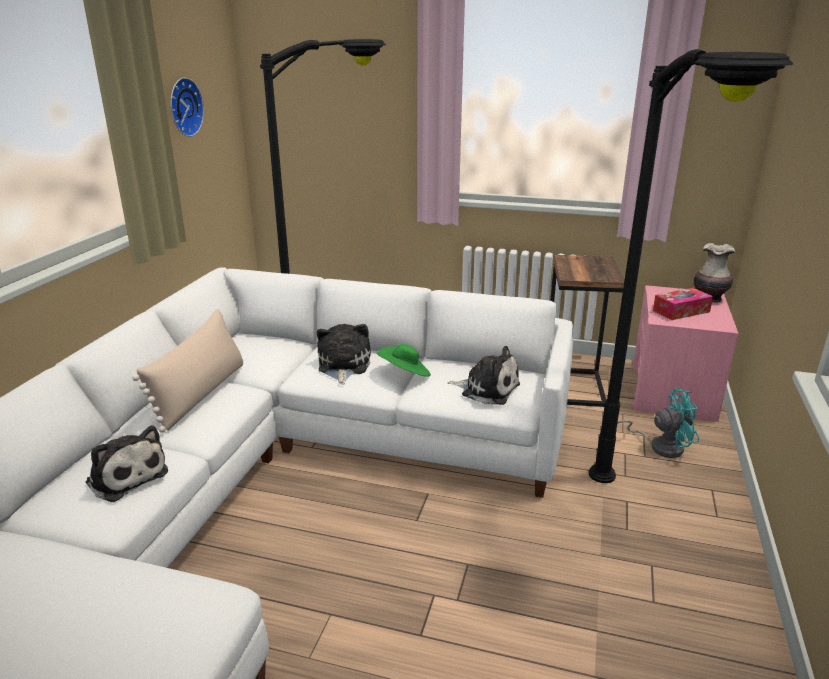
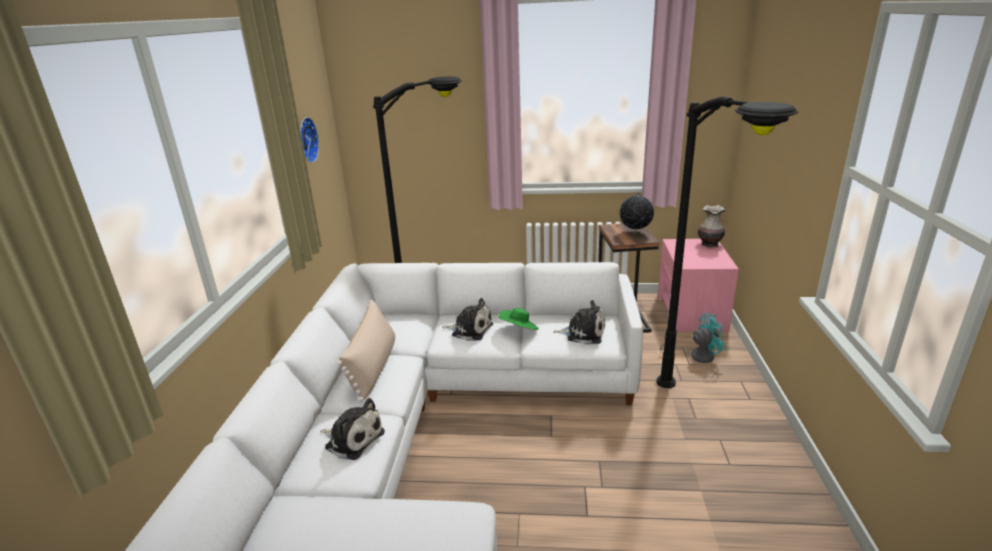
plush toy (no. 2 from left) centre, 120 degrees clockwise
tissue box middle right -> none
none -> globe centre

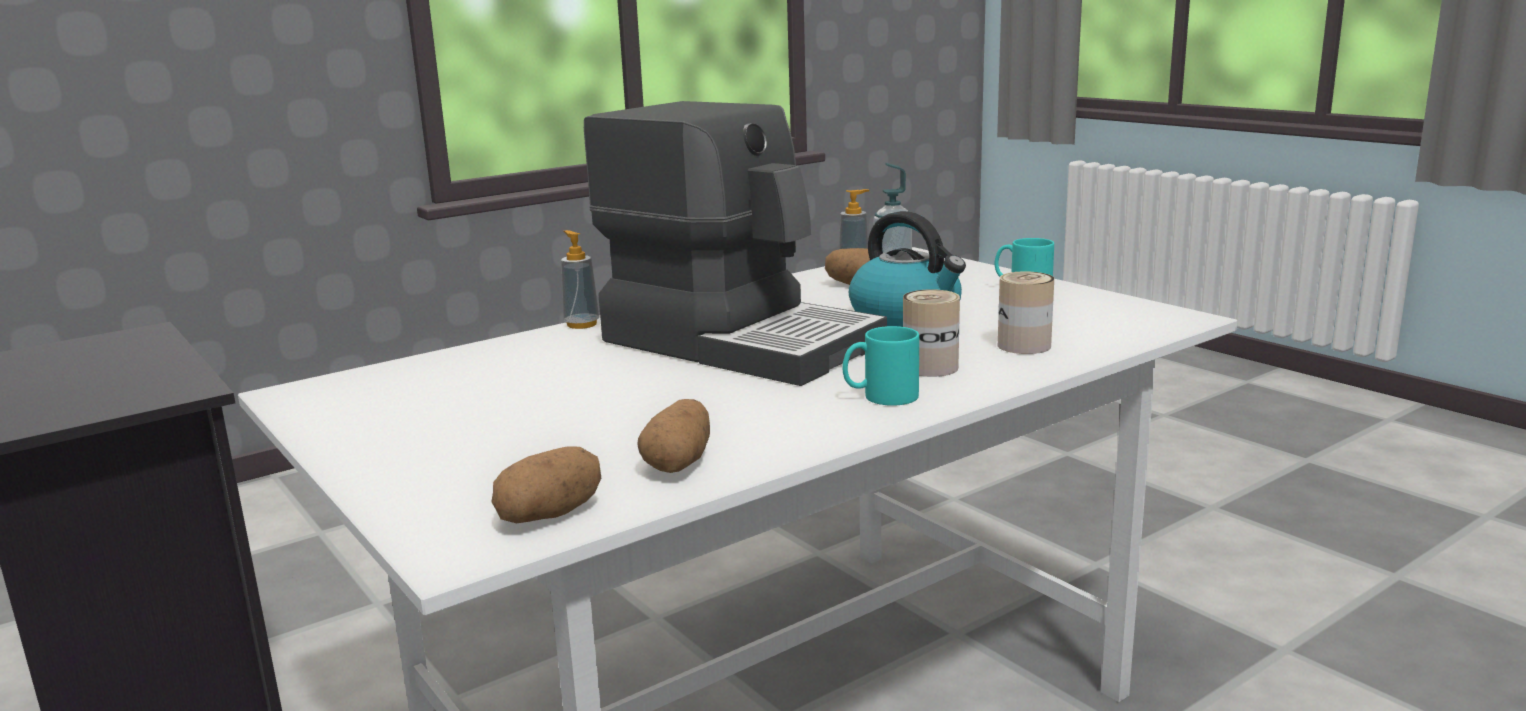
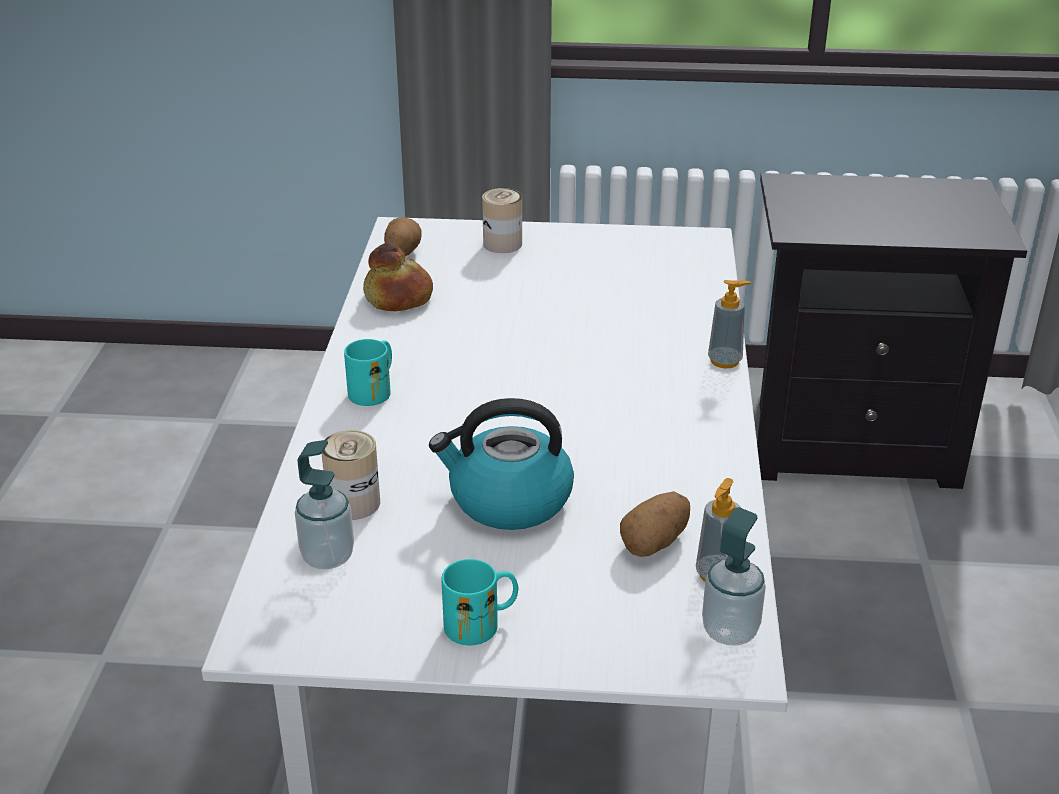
coffee machine centre -> none
potato (no. 2 from left) centre -> bread centre
can (no. 1 from left in the first image) centre -> can (no. 2 from left) top centre, shifted
none -> soap dispenser (no. 1 from left) middle left

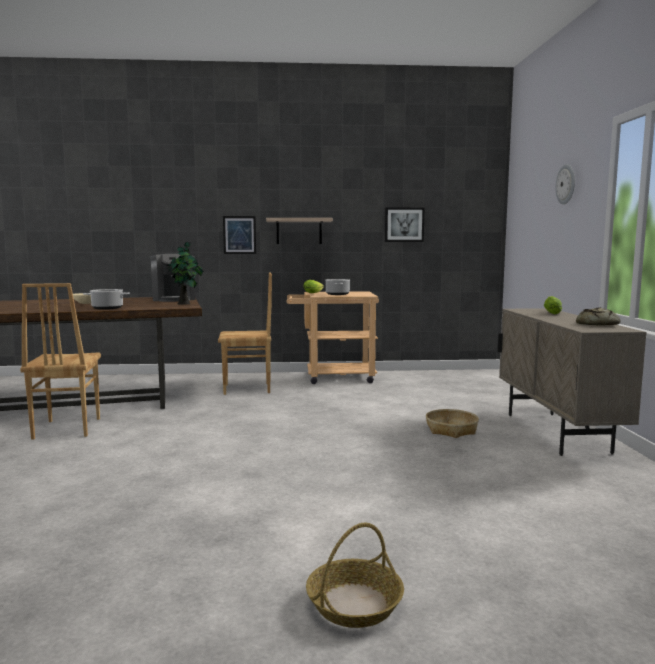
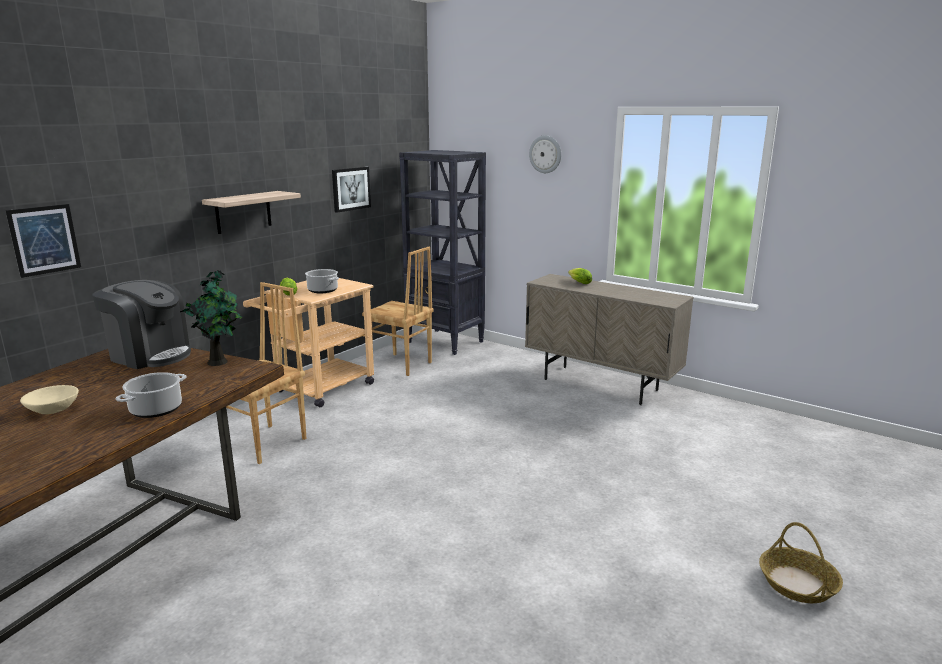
brown chair (no. 1 from left in the first image) middle left -> brown chair (no. 2 from left) centre, shifted
picture (no. 1 from left) centre -> picture (no. 1 from left) middle left, shifted
basket (no. 2 from left) middle right -> none
bread middle right -> none
none -> black bookcase centre

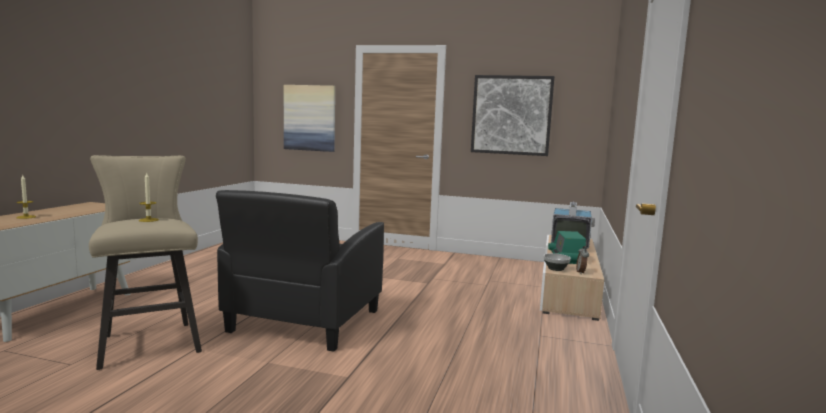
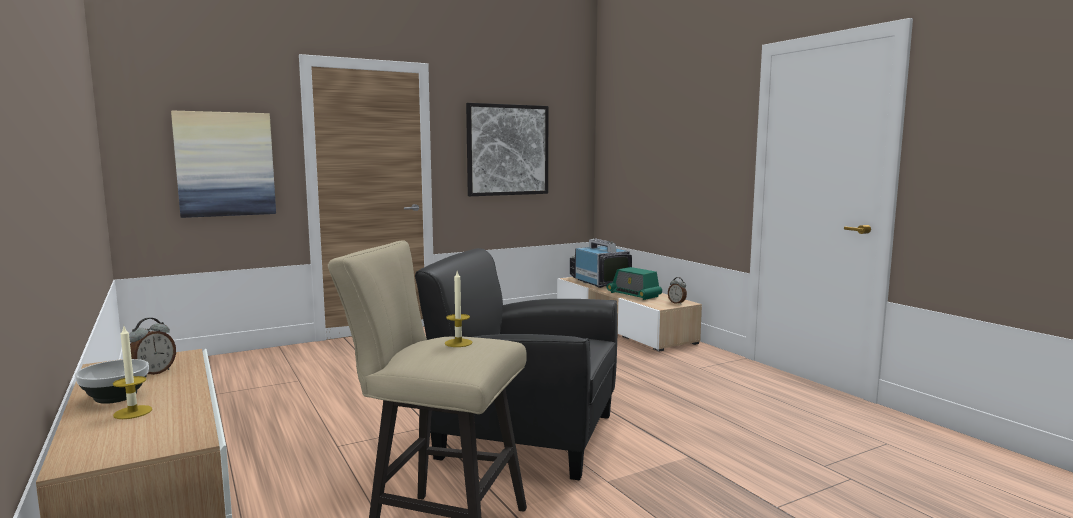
black armchair centre -> black armchair bottom centre, 135 degrees clockwise
bowl middle right -> bowl bottom left, shifted
none -> alarm clock (no. 1 from left) bottom left

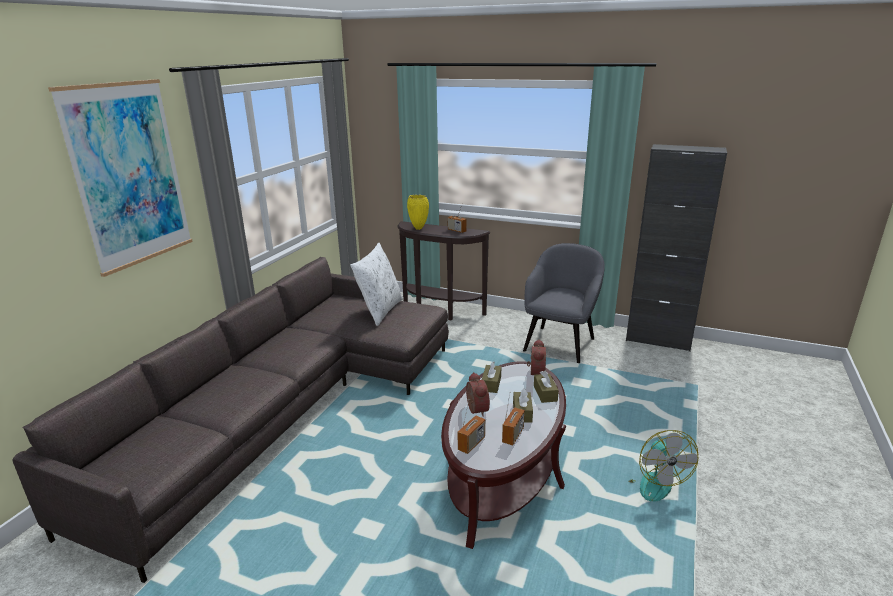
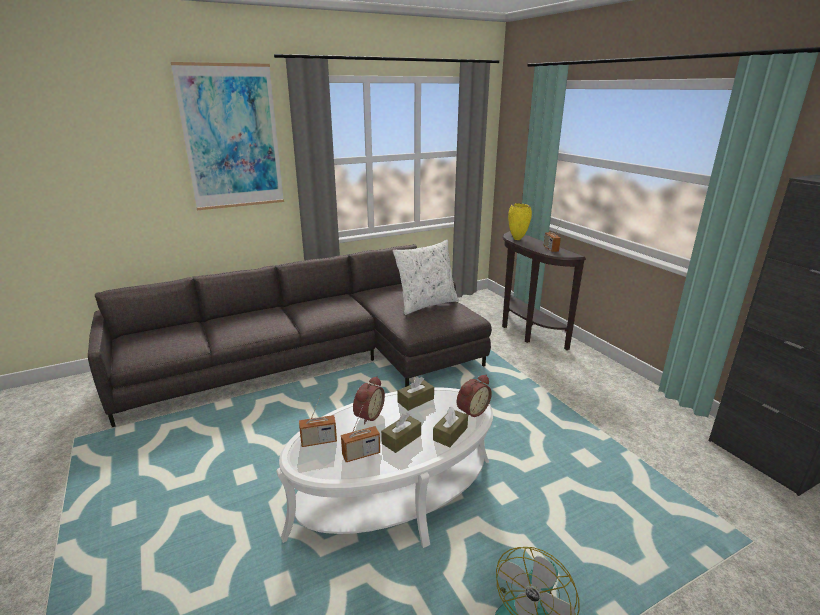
brown coffee table bottom centre -> white coffee table bottom centre
grey armchair centre -> none

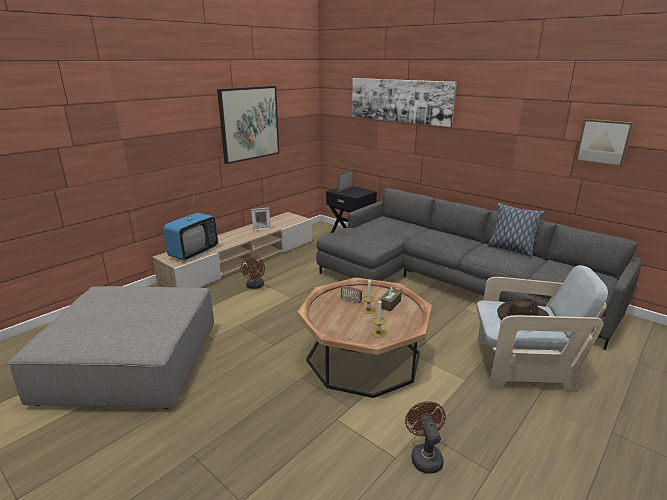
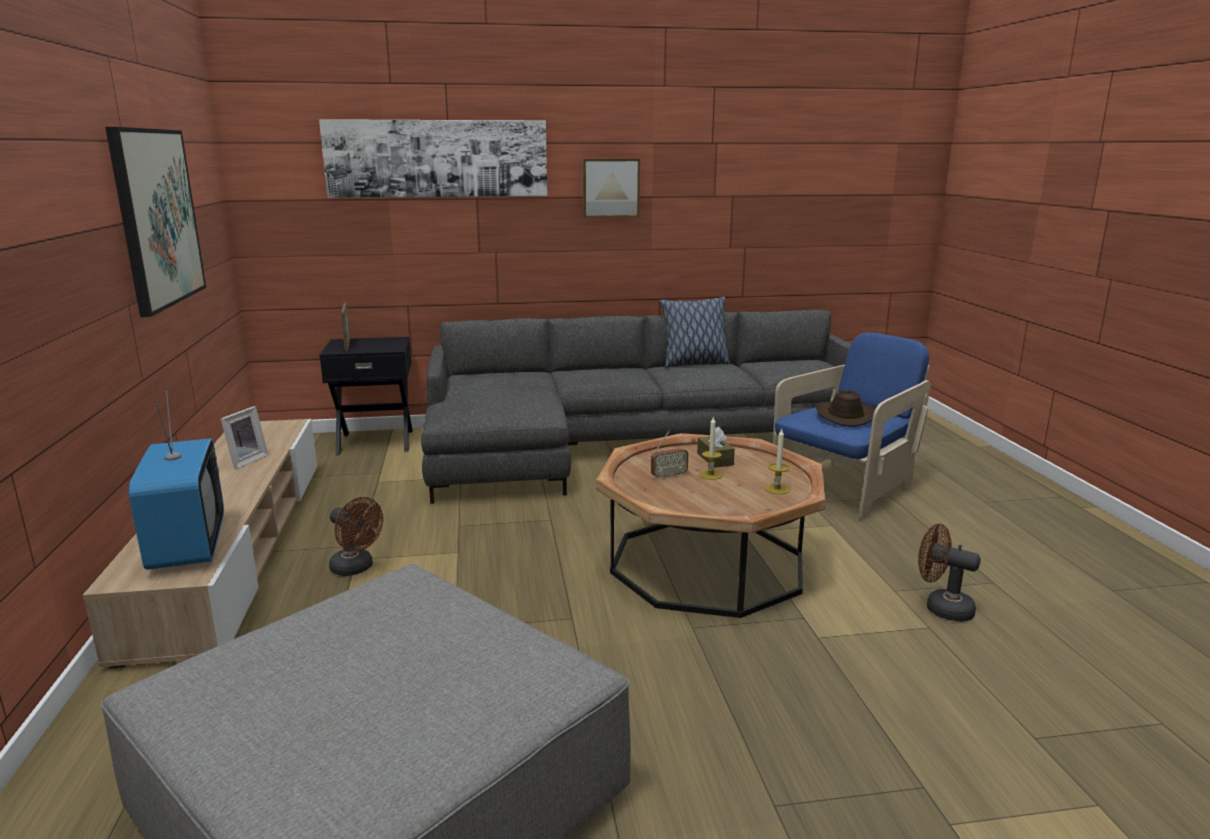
beige armchair middle right -> blue armchair middle right
picture (no. 3 from left) top right -> picture (no. 3 from left) top centre, shifted

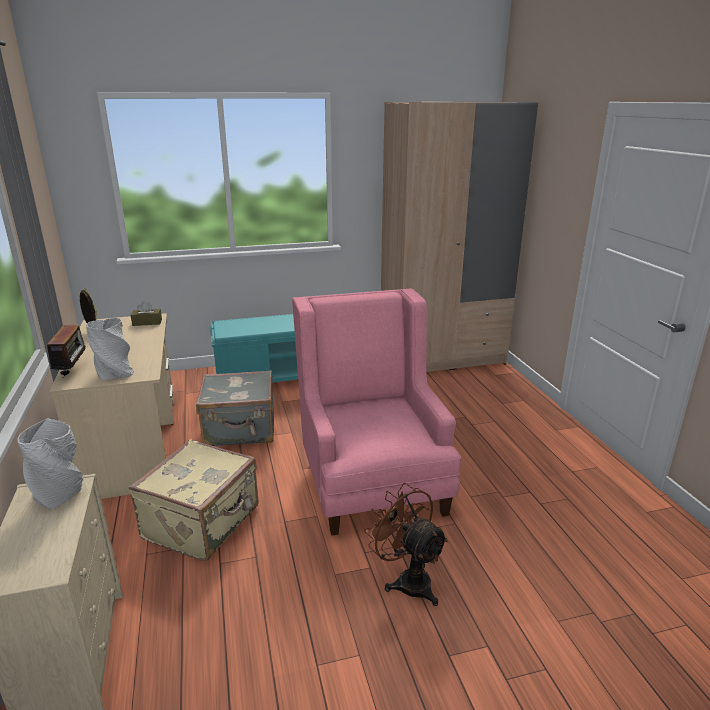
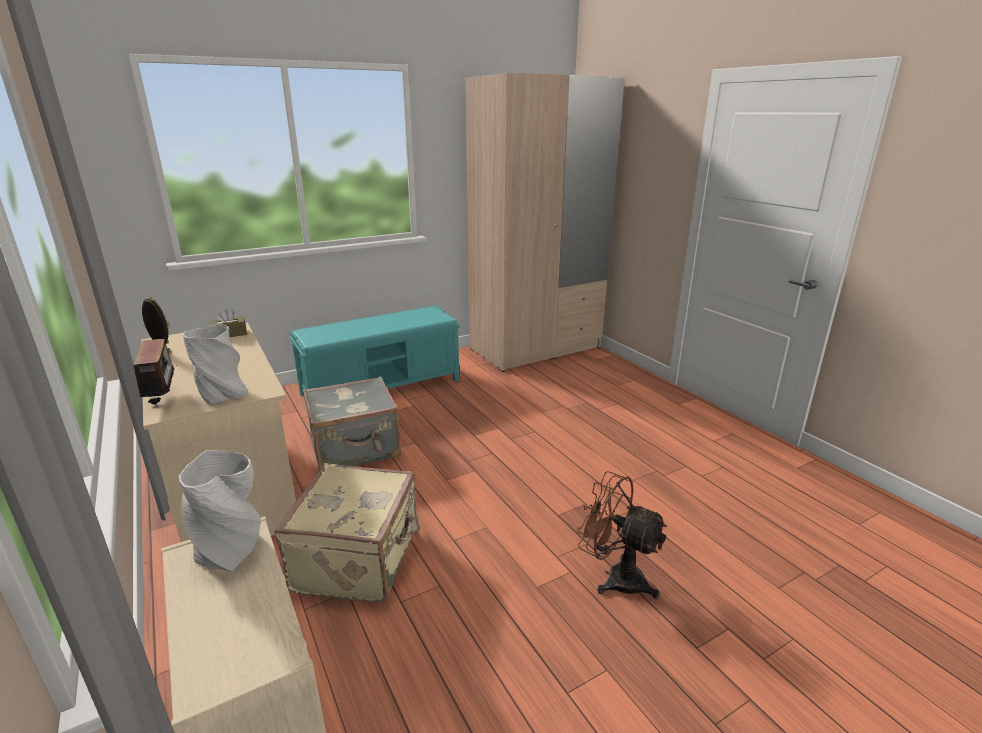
pink armchair centre -> none

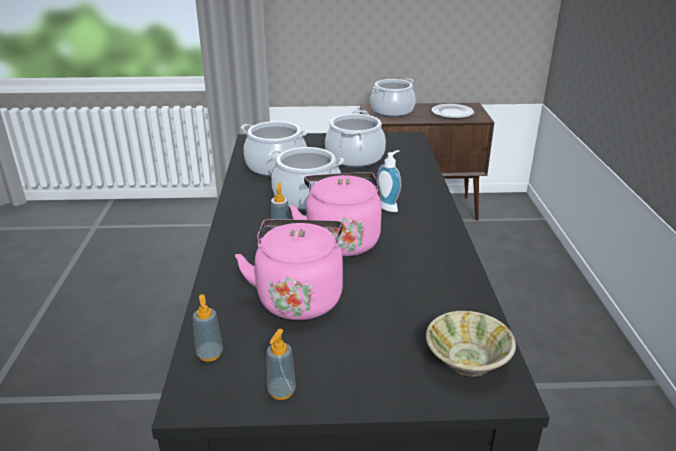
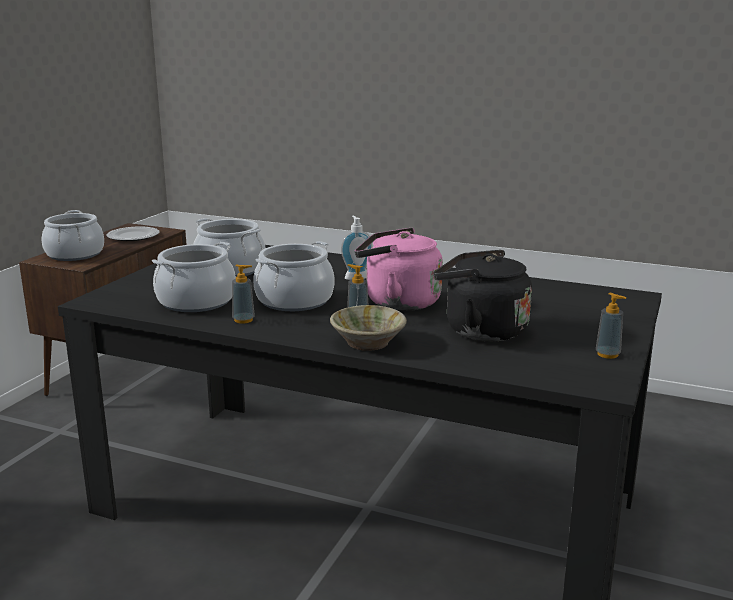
soap dispenser (no. 1 from left) bottom left -> soap dispenser (no. 1 from left) middle left, shifted
pink kettle (no. 1 from left) centre -> black kettle centre
beige bowl bottom right -> beige bowl centre, shifted

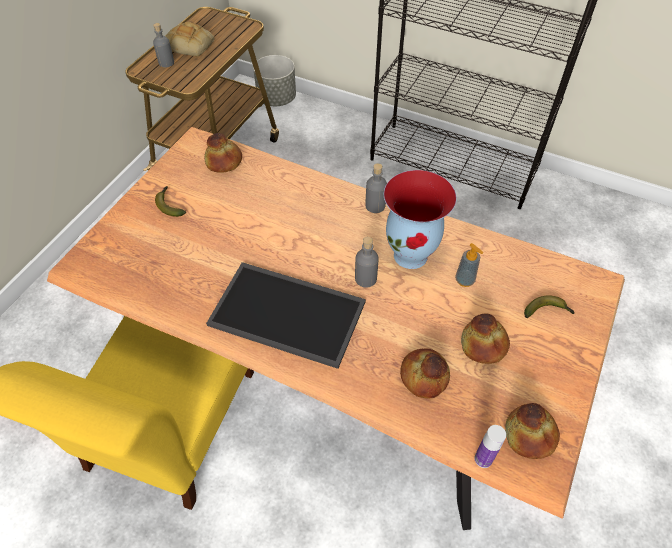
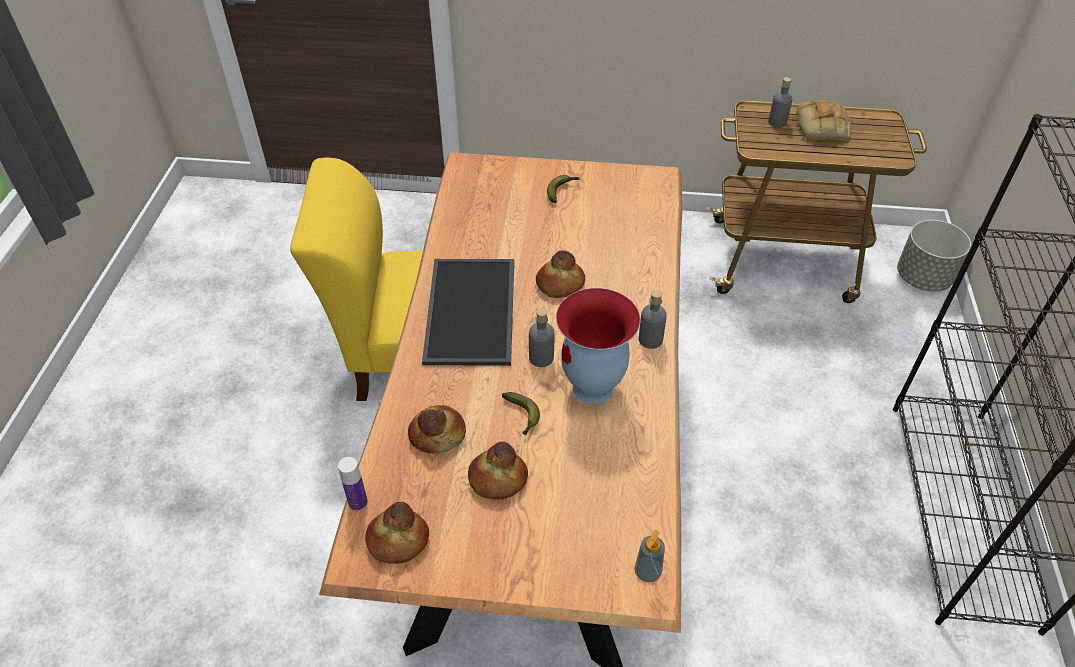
bread (no. 2 from left in the first image) top left -> bread (no. 4 from left) centre, shifted
soap dispenser middle right -> soap dispenser bottom centre, shifted
banana (no. 2 from left in the first image) middle right -> banana (no. 1 from left) centre, shifted

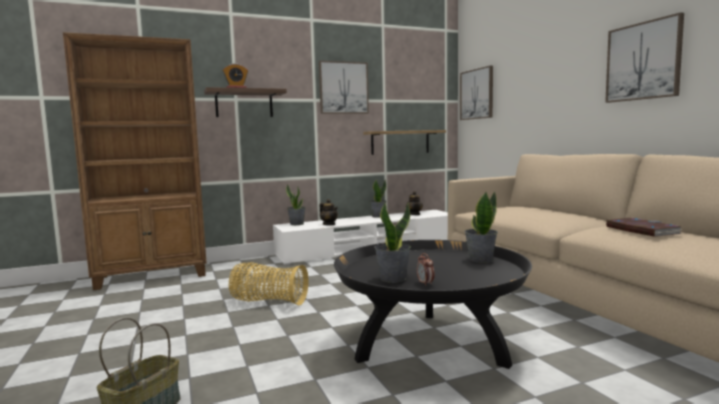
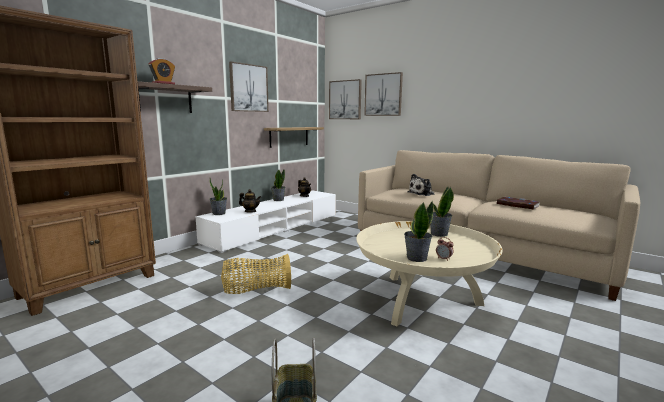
black coffee table bottom centre -> beige coffee table bottom centre
picture (no. 3 from left) top right -> picture (no. 3 from left) top centre, shifted
none -> plush toy centre

